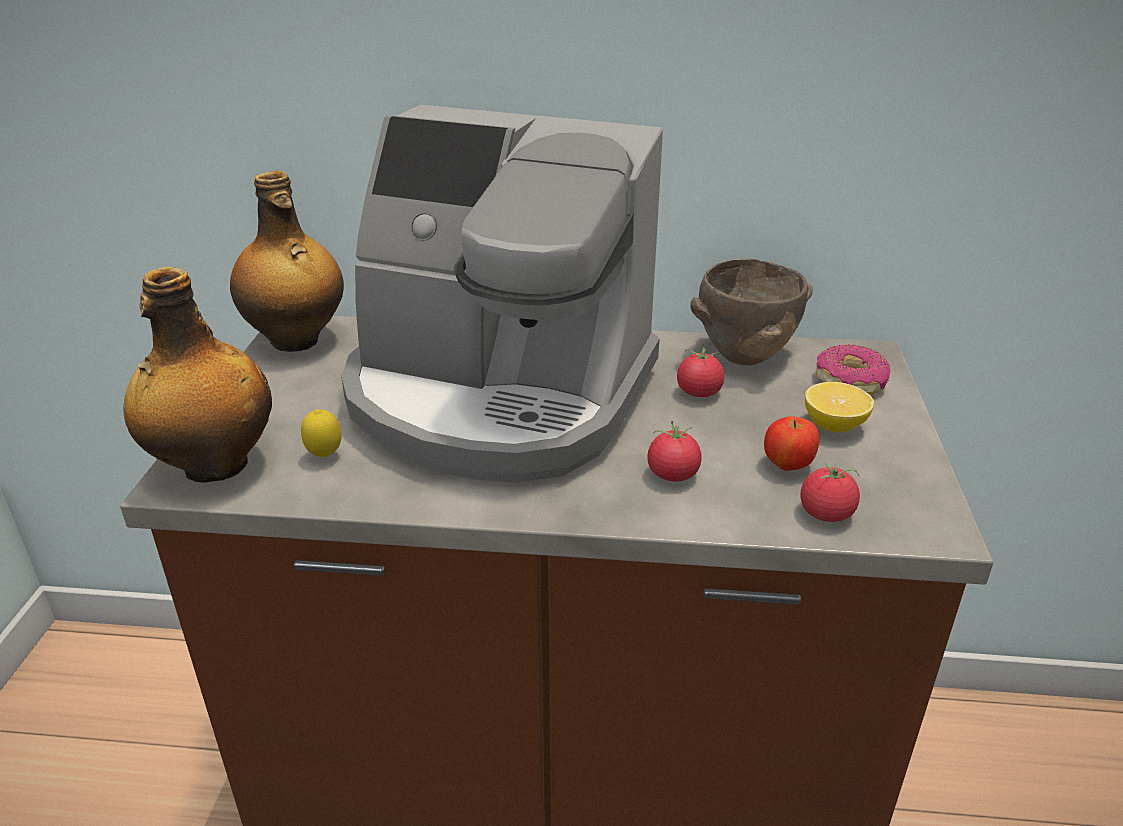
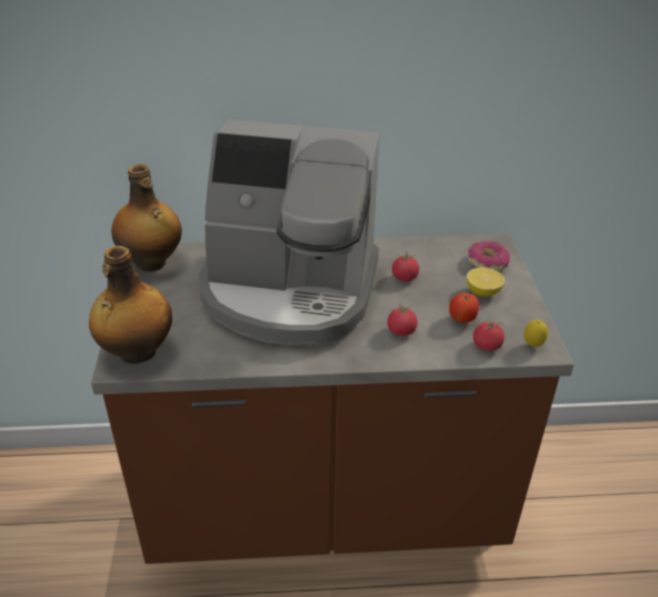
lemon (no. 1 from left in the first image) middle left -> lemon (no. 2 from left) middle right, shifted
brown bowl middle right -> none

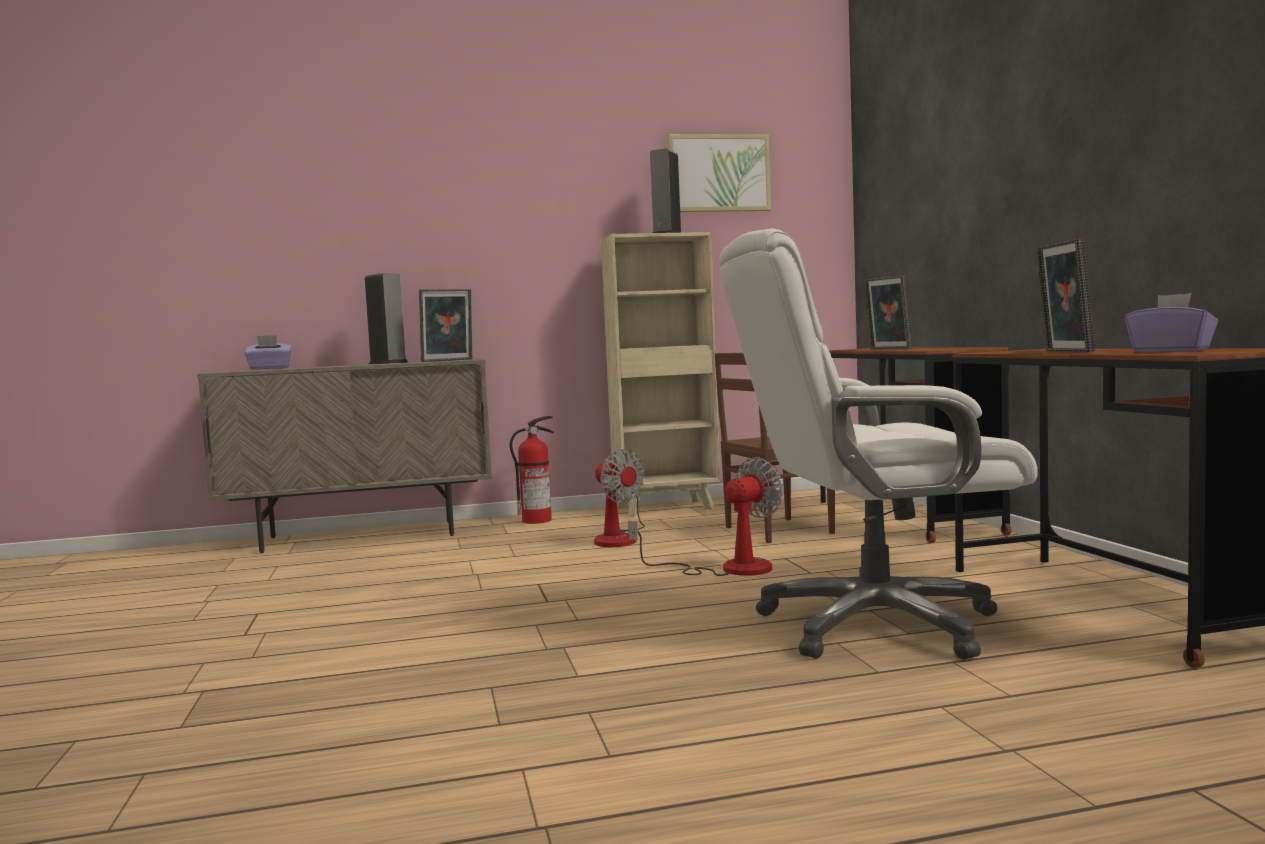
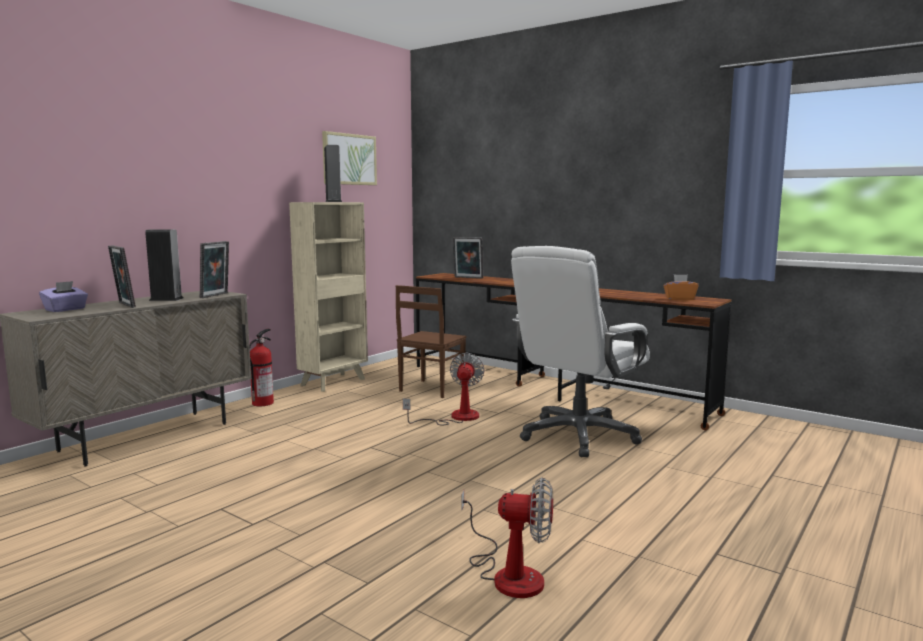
fan (no. 1 from left in the first image) centre -> fan (no. 2 from left) bottom centre, shifted
picture frame (no. 3 from left in the first image) middle right -> picture frame (no. 1 from left) middle left, shifted
purple tissue box (no. 2 from left) middle right -> orange tissue box middle right

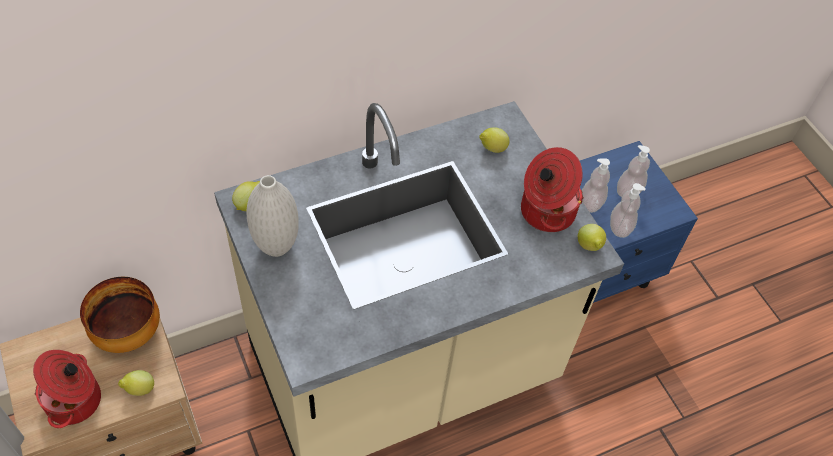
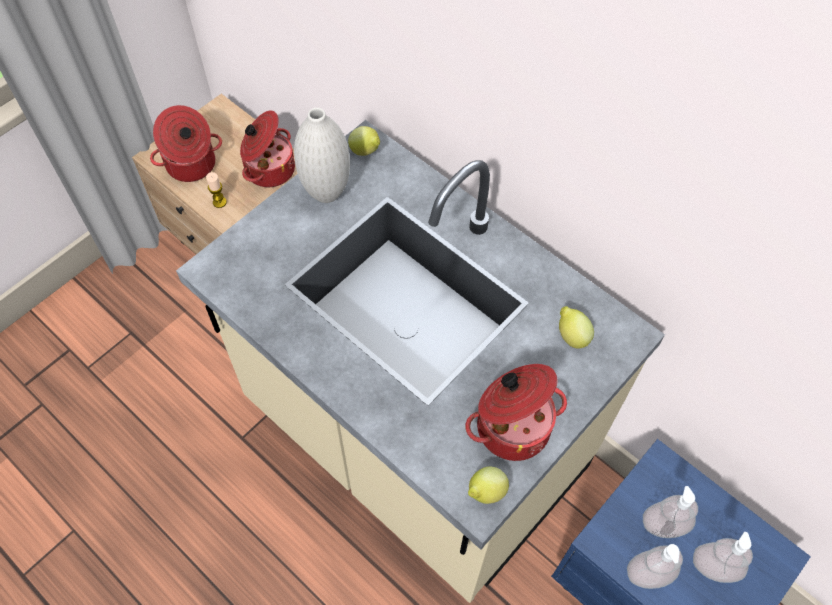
bowl bottom left -> cooking pot (no. 2 from left) top left
lemon (no. 1 from left) bottom left -> candle top left

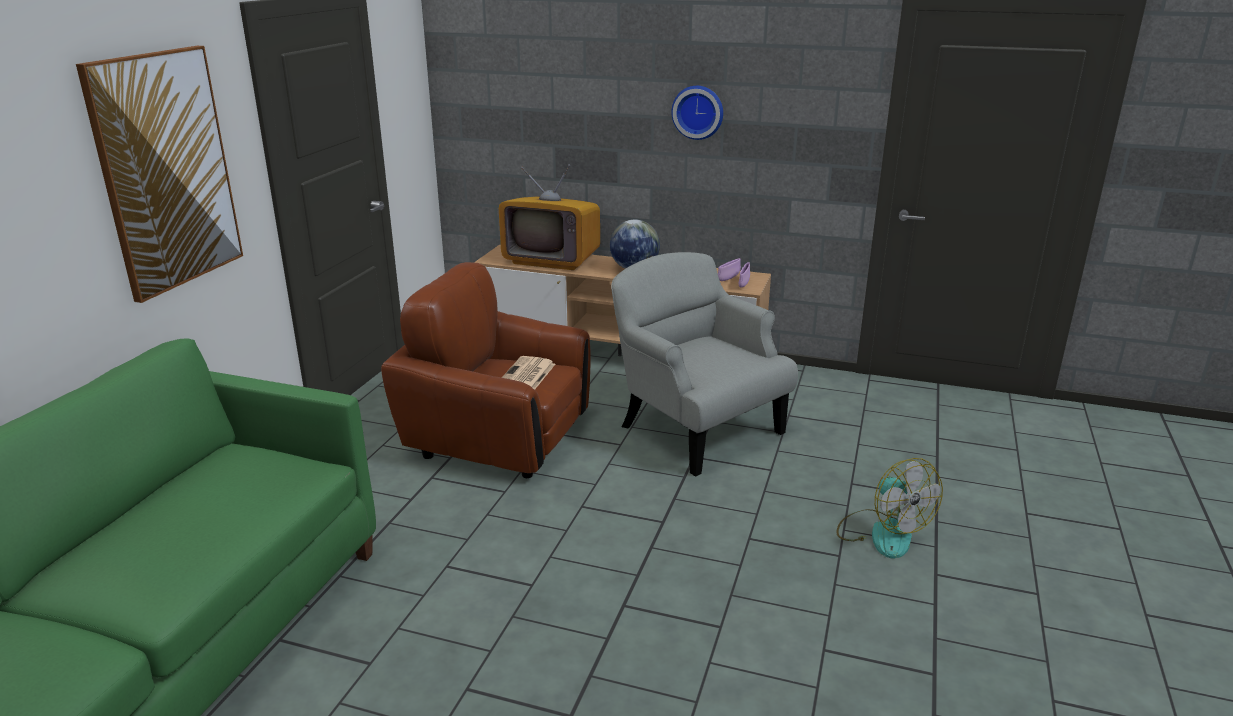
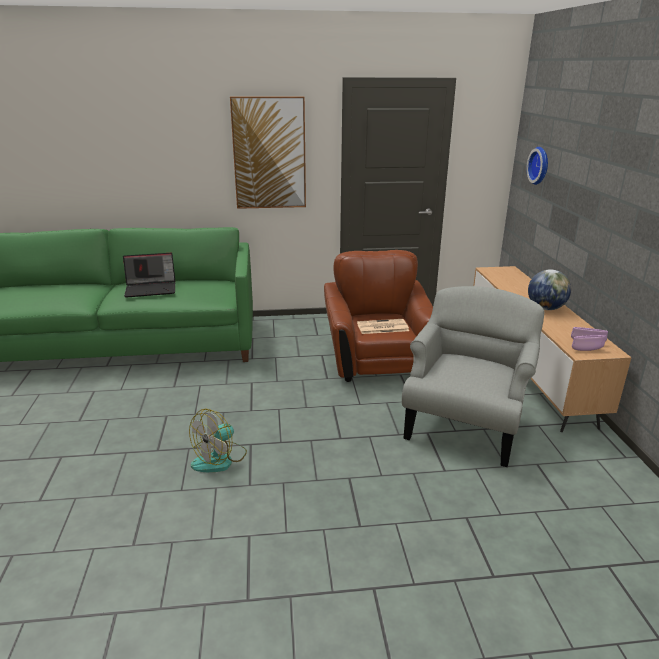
television top centre -> none
wall clock top centre -> wall clock top right, shifted
fan bottom right -> fan bottom left, shifted
none -> laptop middle left

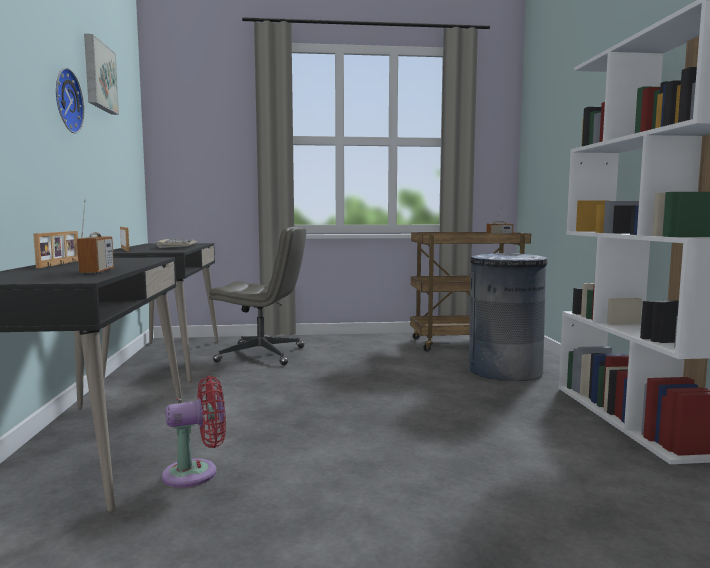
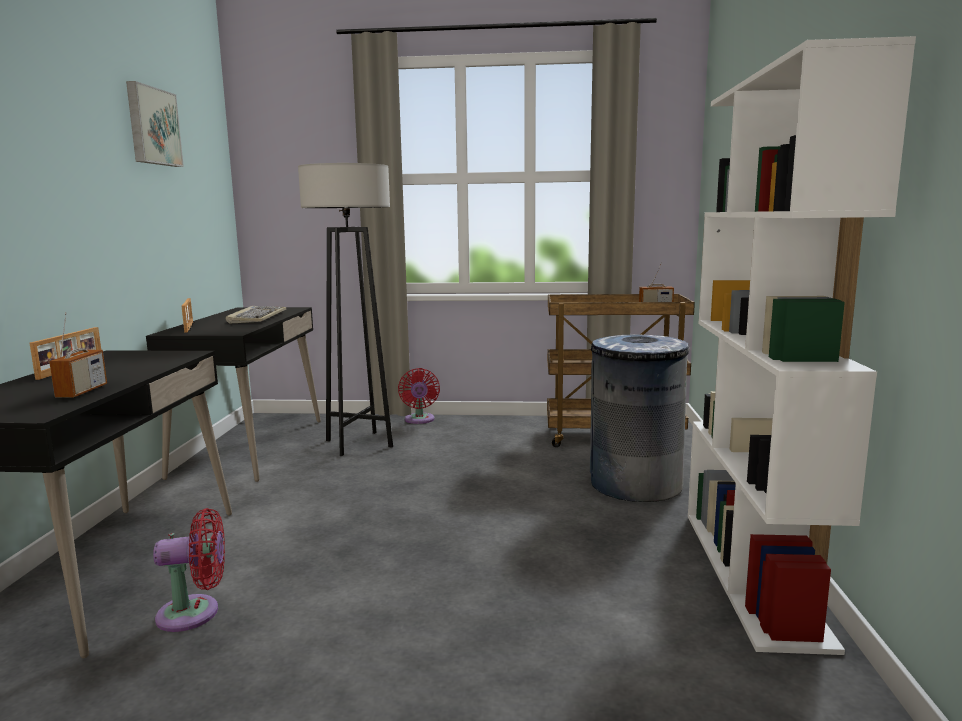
wall clock top left -> none
grey office chair centre -> grey floor lamp centre
none -> red fan (no. 2 from left) centre

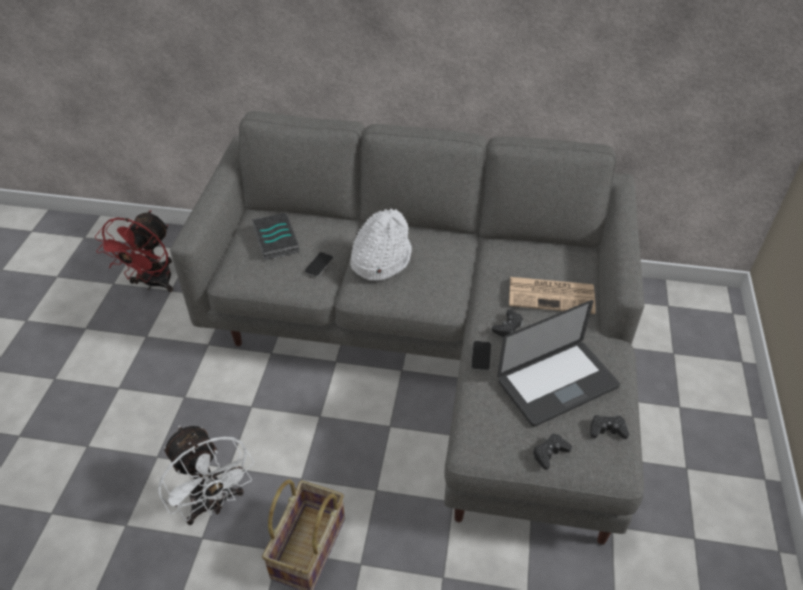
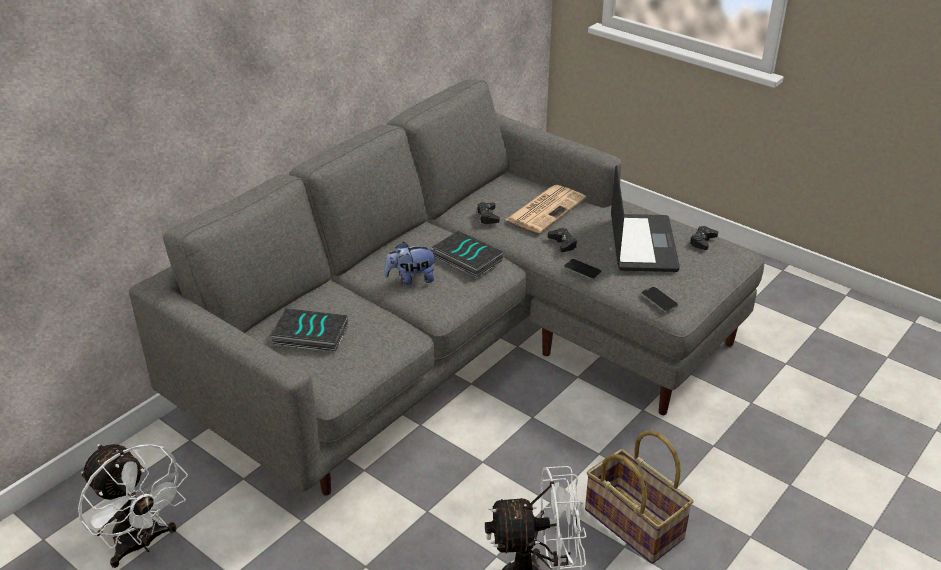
red fan middle left -> white fan (no. 1 from left) bottom left
phone (no. 1 from left in the first image) centre -> phone (no. 2 from left) middle right, shifted
white hat centre -> plush toy centre
black game controller (no. 2 from left in the first image) bottom right -> black game controller (no. 1 from left) centre, shifted
none -> book (no. 2 from left) centre

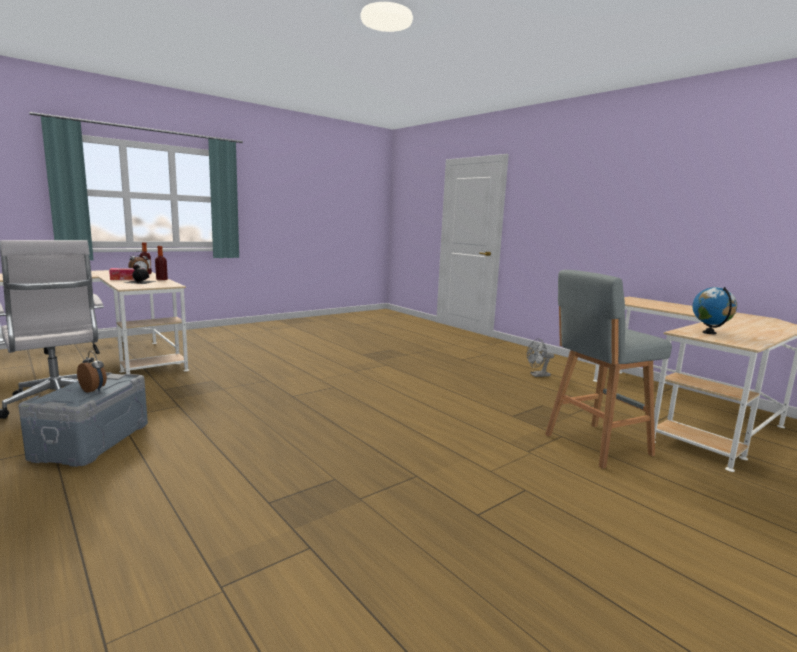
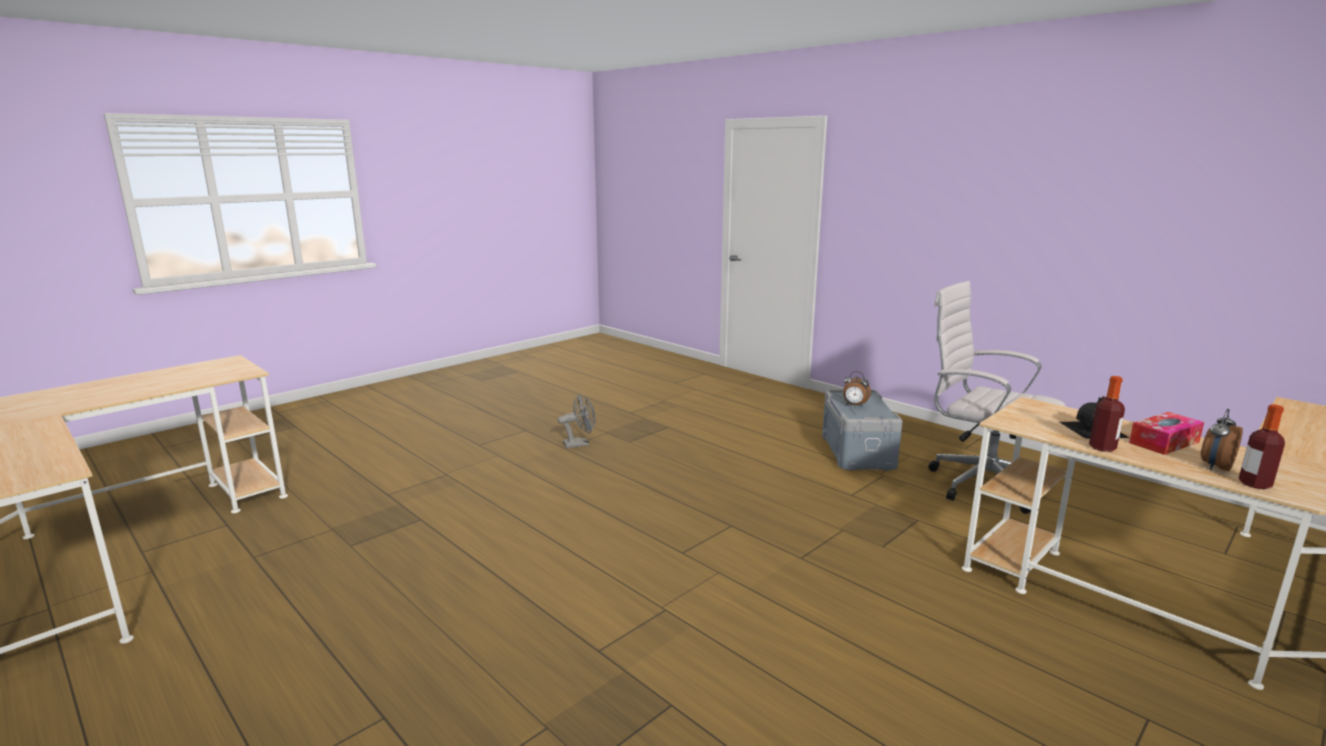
grey fan middle right -> grey fan centre, shifted
grey stool middle right -> none
globe middle right -> none

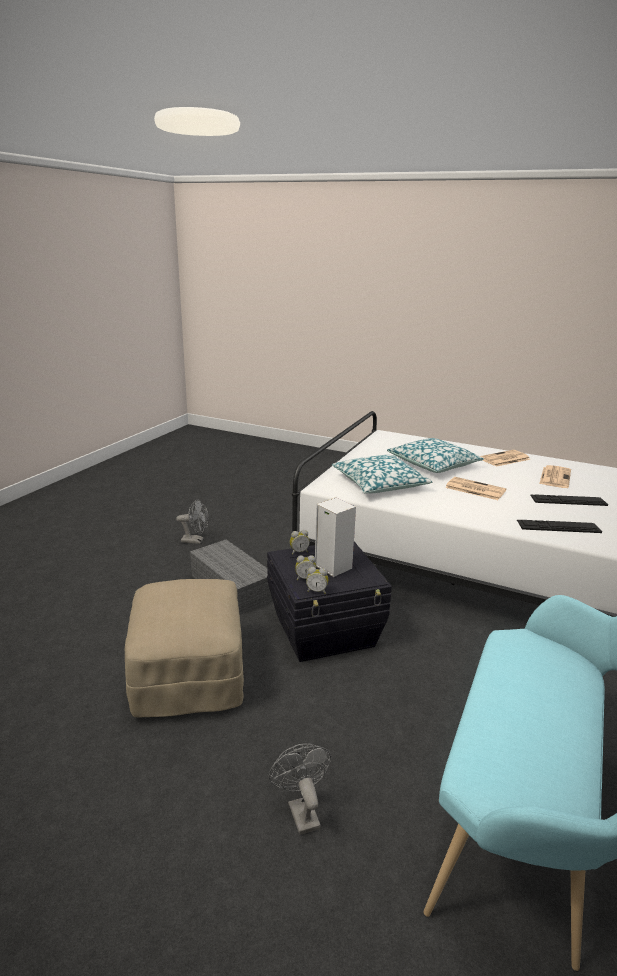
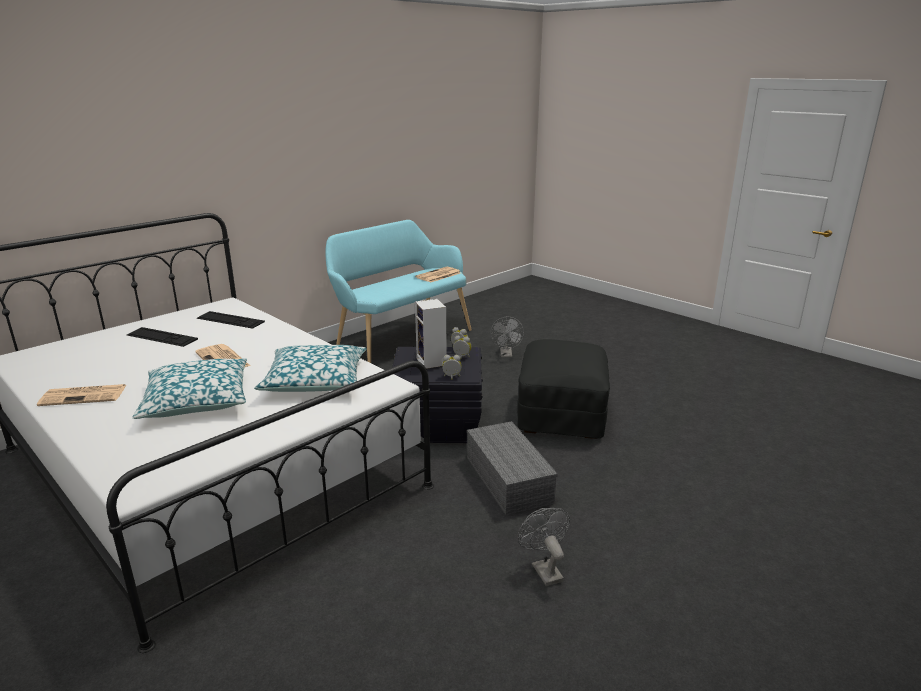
beige ottoman middle left -> black ottoman centre
grey fan (no. 1 from left in the first image) middle left -> grey fan (no. 2 from left) bottom centre, 45 degrees clockwise
newspaper (no. 3 from left) middle right -> newspaper (no. 3 from left) centre, shifted

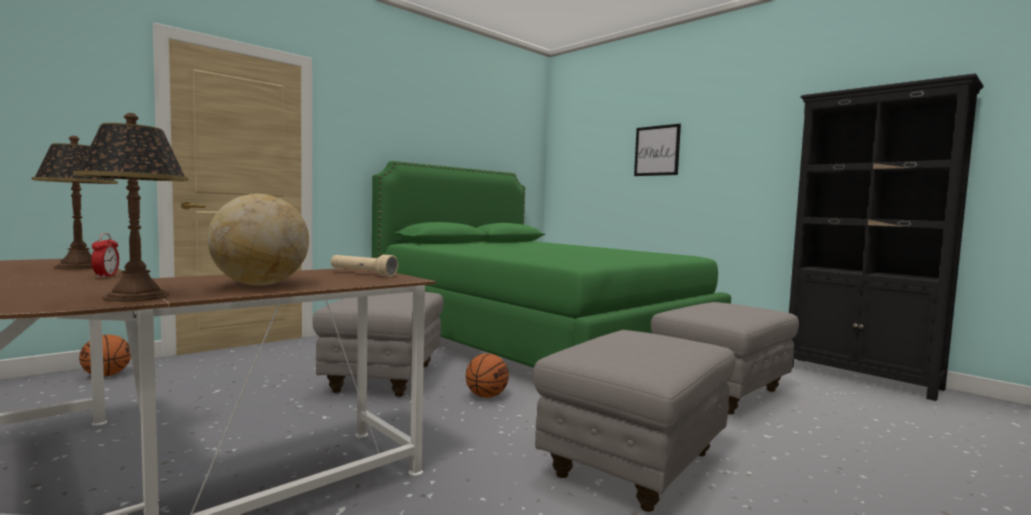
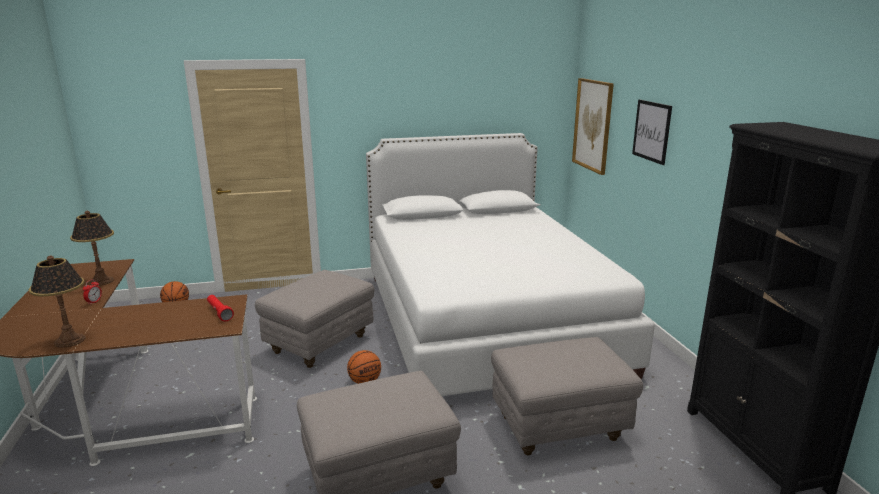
globe middle left -> none
beige flashlight centre -> red flashlight middle left
green bed centre -> white bed centre
none -> picture (no. 1 from left) top right

